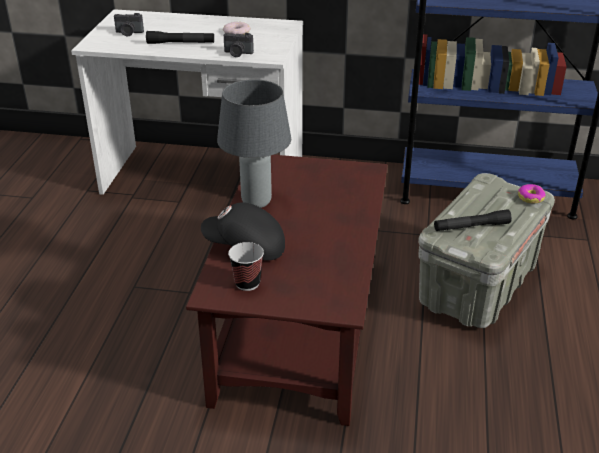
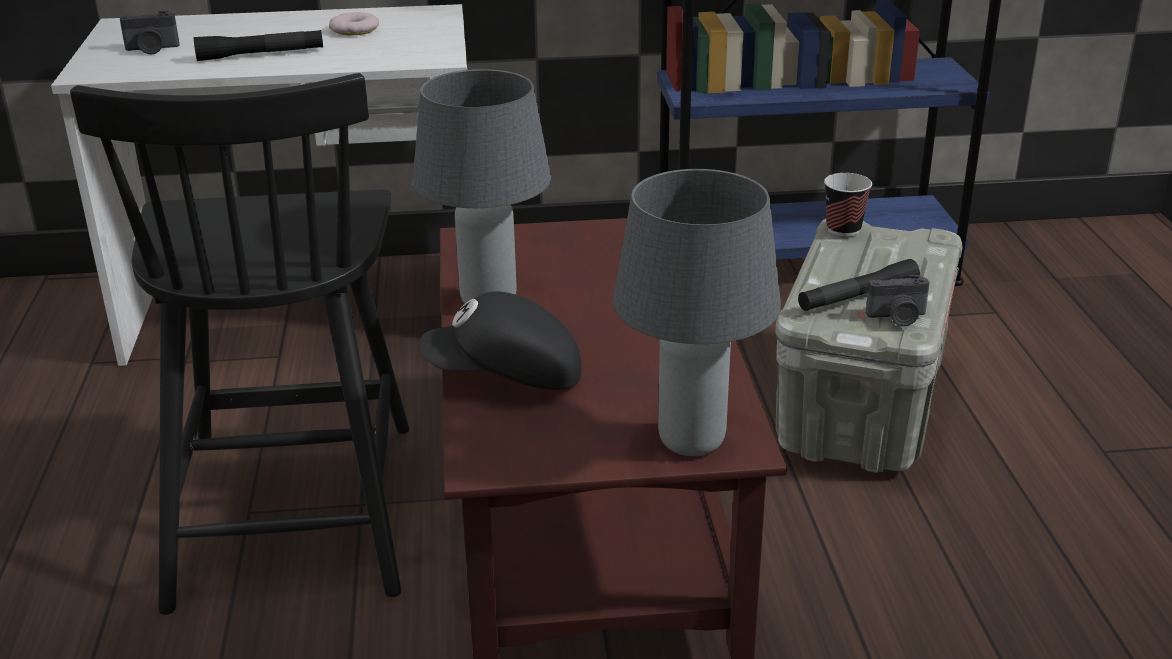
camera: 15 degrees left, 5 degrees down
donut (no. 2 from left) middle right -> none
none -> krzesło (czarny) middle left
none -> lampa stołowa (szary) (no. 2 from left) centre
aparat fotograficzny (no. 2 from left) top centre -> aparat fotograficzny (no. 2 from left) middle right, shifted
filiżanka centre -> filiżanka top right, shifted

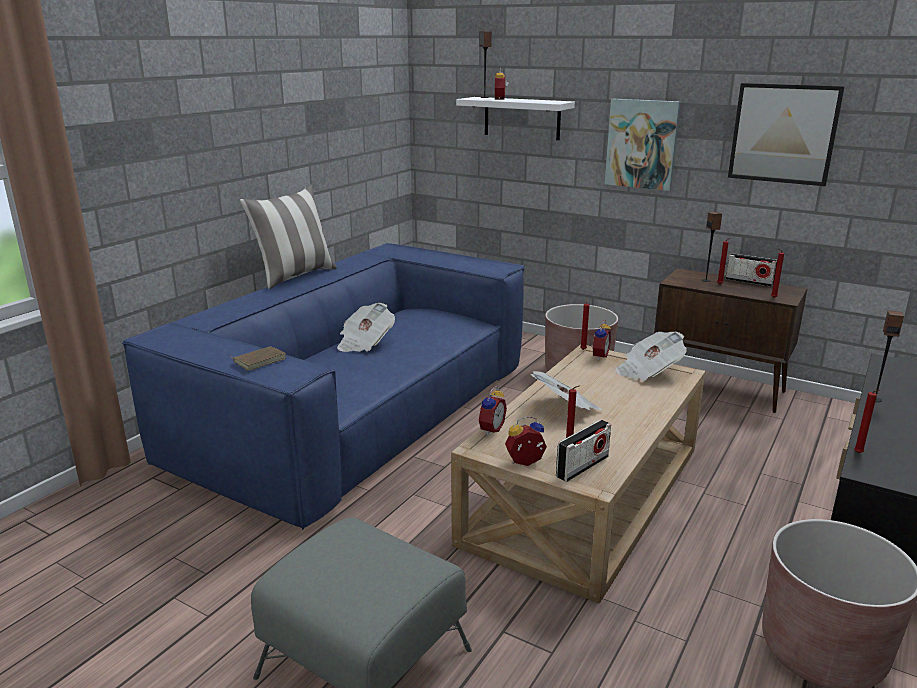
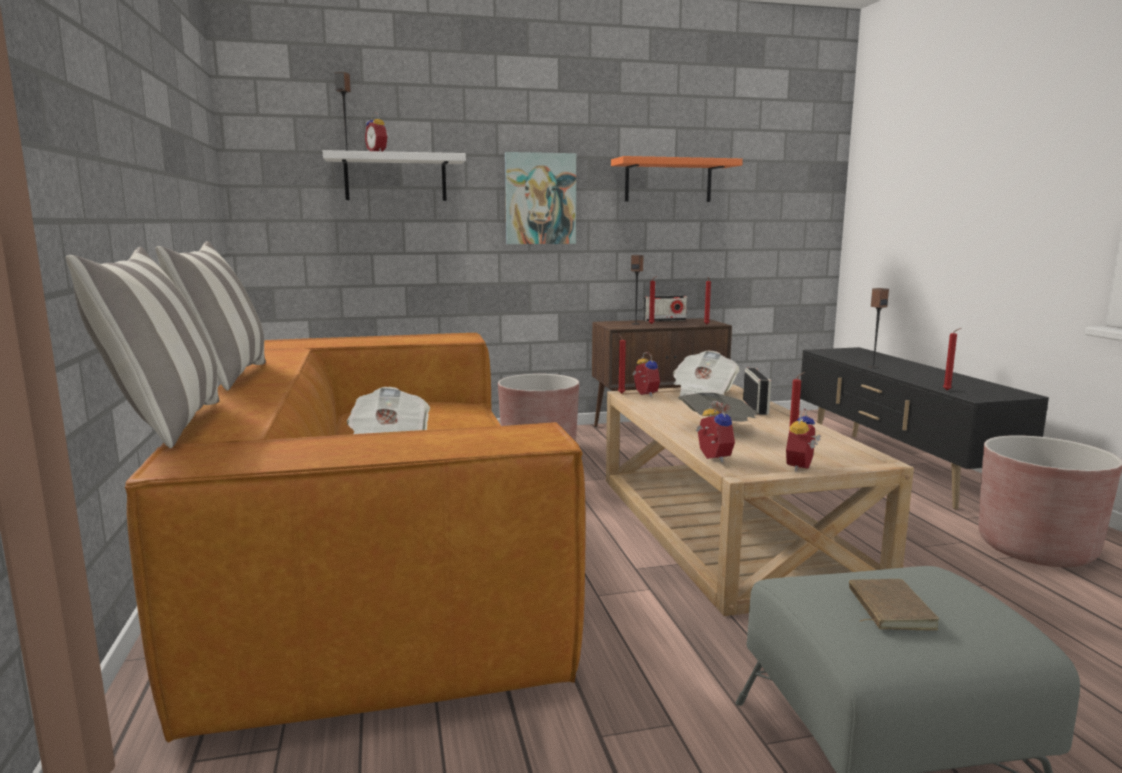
camera: 45 degrees left, 10 degrees down
none -> poduszka (no. 1 from left) middle left
książka (brązowy) middle left -> książka (brązowy) bottom right, shifted
radio (no. 1 from left in the first image) centre -> radio (no. 2 from left) middle right, shifted
obraz (no. 2 from left) top right -> półka (pomarańczowy) top centre
kanapa (niebieski) centre -> kanapa (brązowy) bottom left

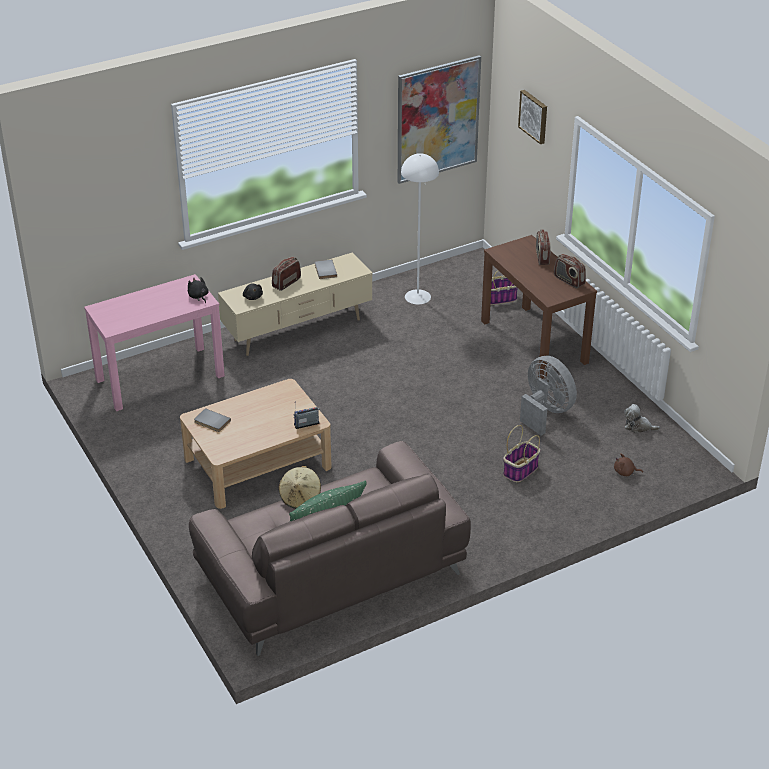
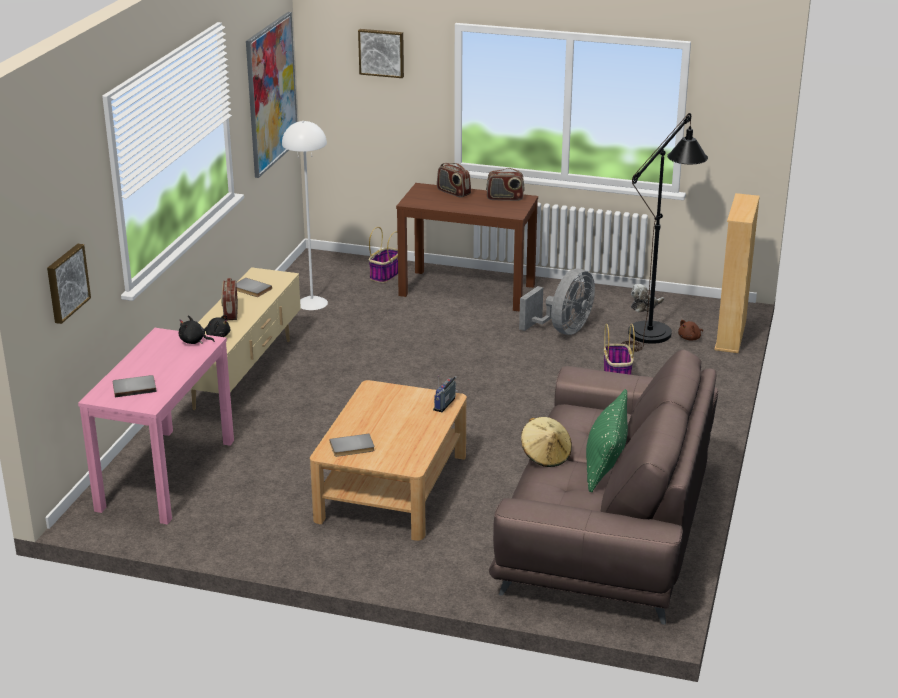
camera: 45 degrees left, 10 degrees down
none -> obraz (no. 1 from left) middle left
none -> książka (szary) (no. 1 from left) middle left
none -> lampa stojąca (czarny) top right
none -> regał (beżowy) middle right
wentylator (szary) middle right -> wentylator (szary) centre, 120 degrees clockwise

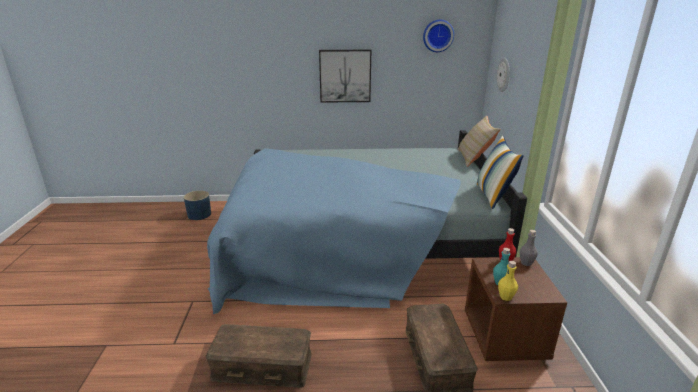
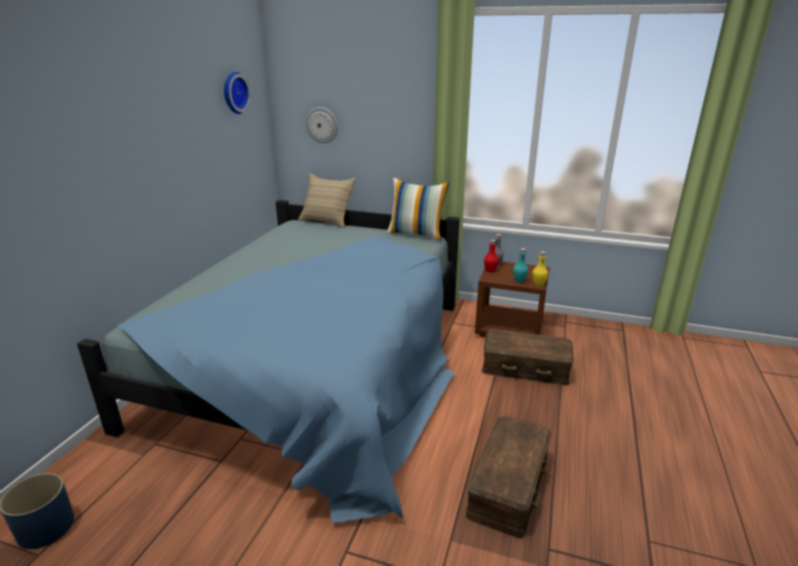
camera: 70 degrees left, 0 degrees up
obraz top centre -> none

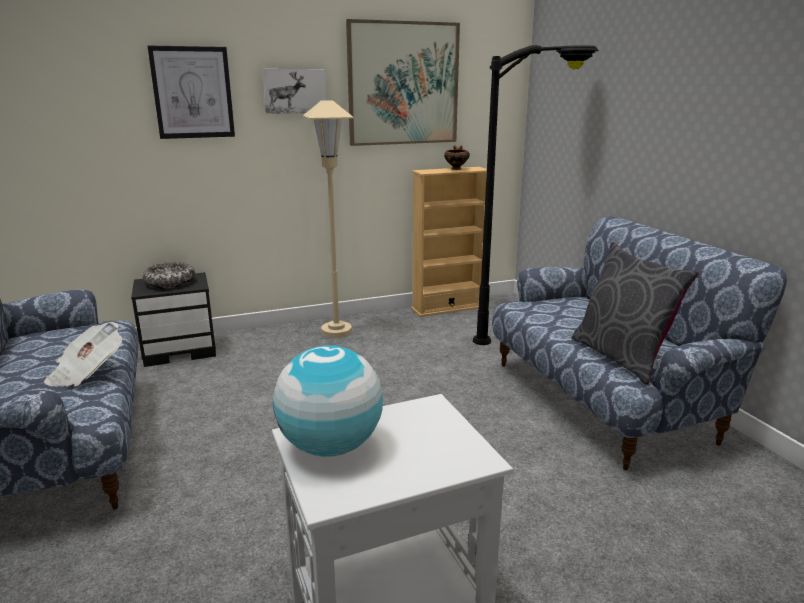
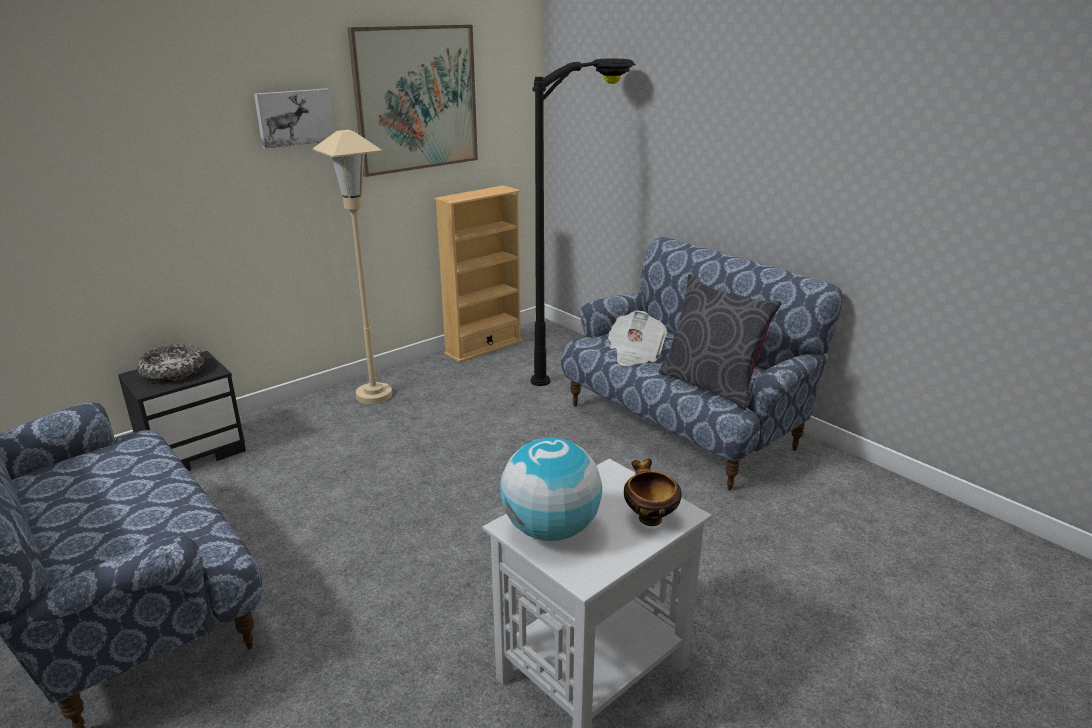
camera: 20 degrees left, 5 degrees up
obraz (no. 1 from left) top left -> none
gazeta middle left -> gazeta centre, shifted
miska (no. 2 from left) top centre -> miska (no. 2 from left) bottom centre, shifted

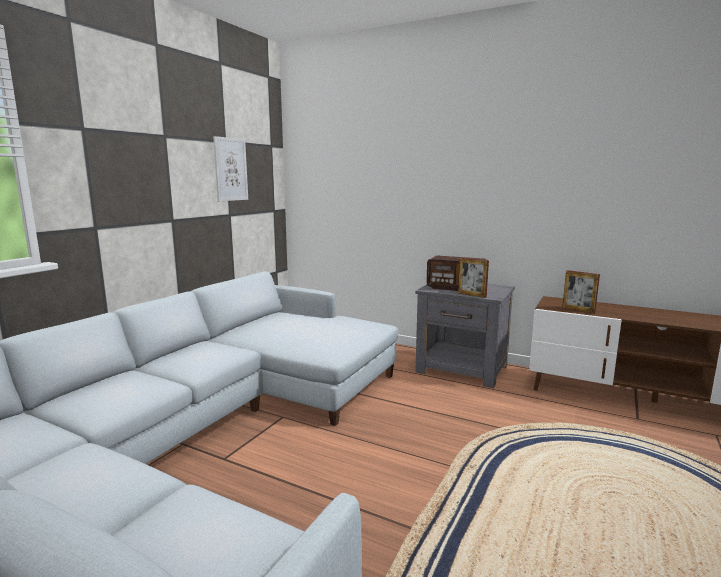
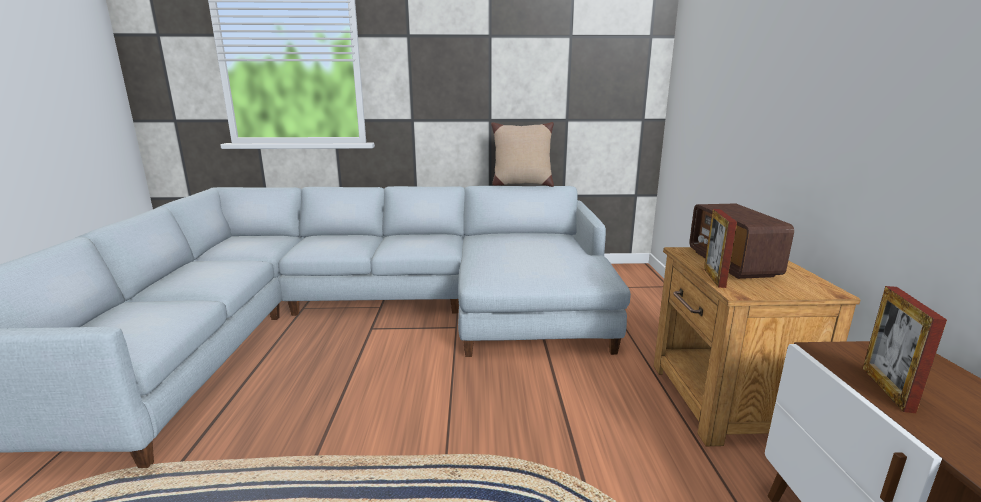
camera: 60 degrees right, 5 degrees up
obraz top left -> none
none -> poduszka (beżowy) top centre
szafka nocna (szary) centre -> szafka nocna (brązowy) bottom right

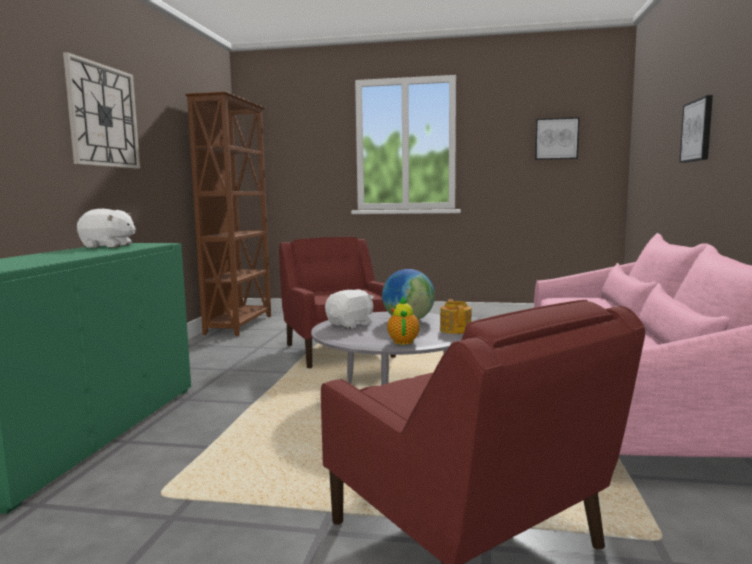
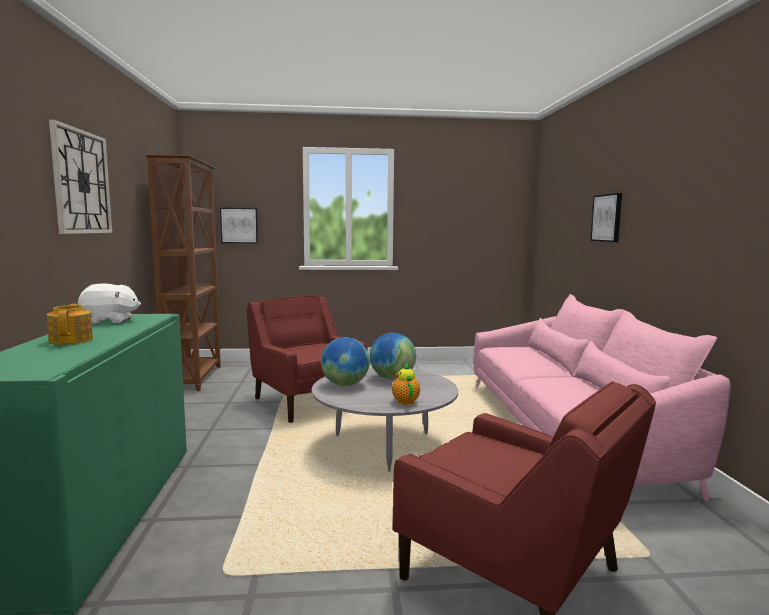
camera: 15 degrees left, 0 degrees up
imbryk (no. 2 from left in the first image) centre -> imbryk (no. 1 from left) middle left, shifted
obraz (no. 1 from left) top right -> obraz (no. 1 from left) middle left, shifted
pluszak (biały) (no. 2 from left) centre -> globus (no. 1 from left) centre

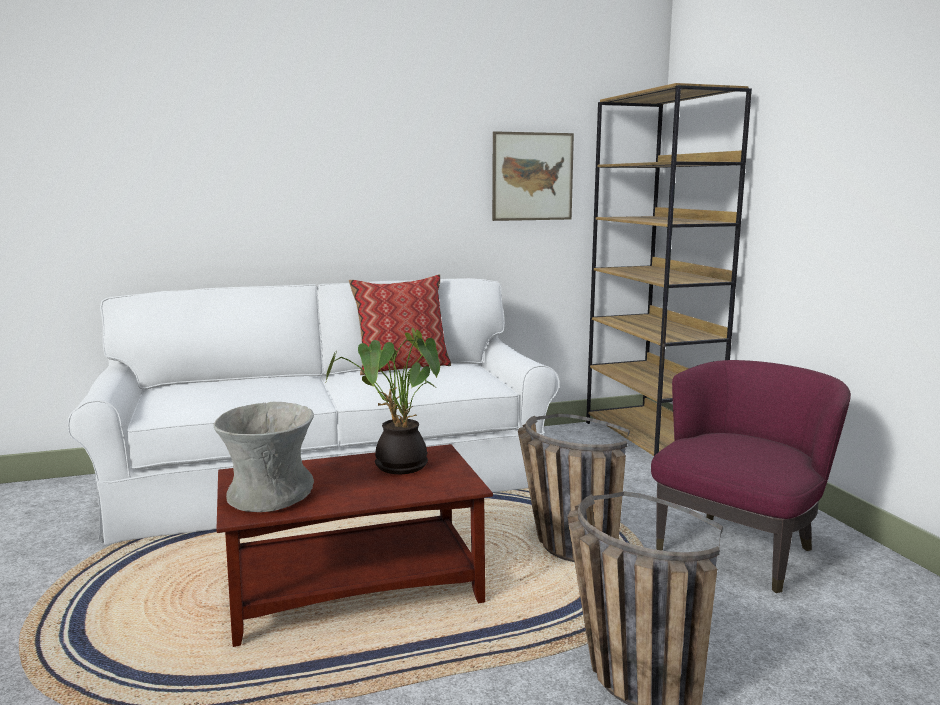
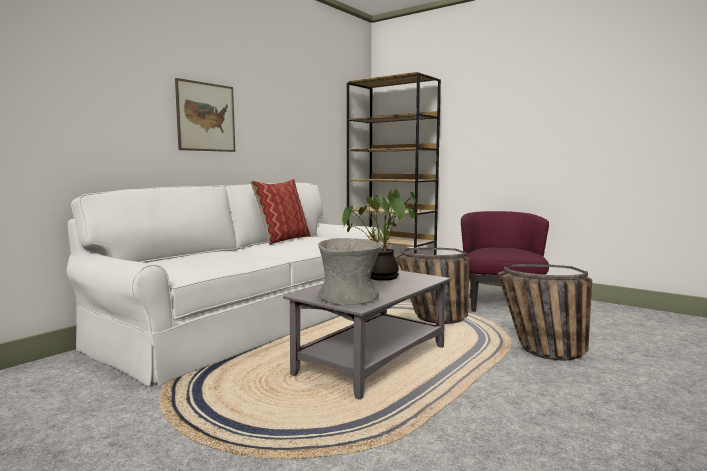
camera: 35 degrees left, 5 degrees down
obraz top centre -> obraz top left, shifted
ława (brązowy) bottom centre -> ława (szary) bottom centre

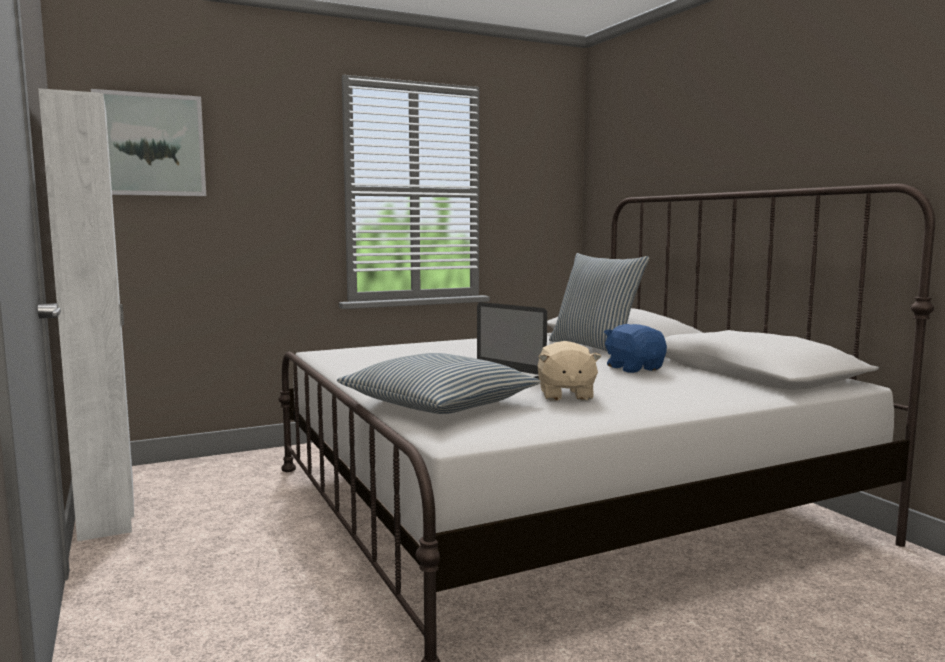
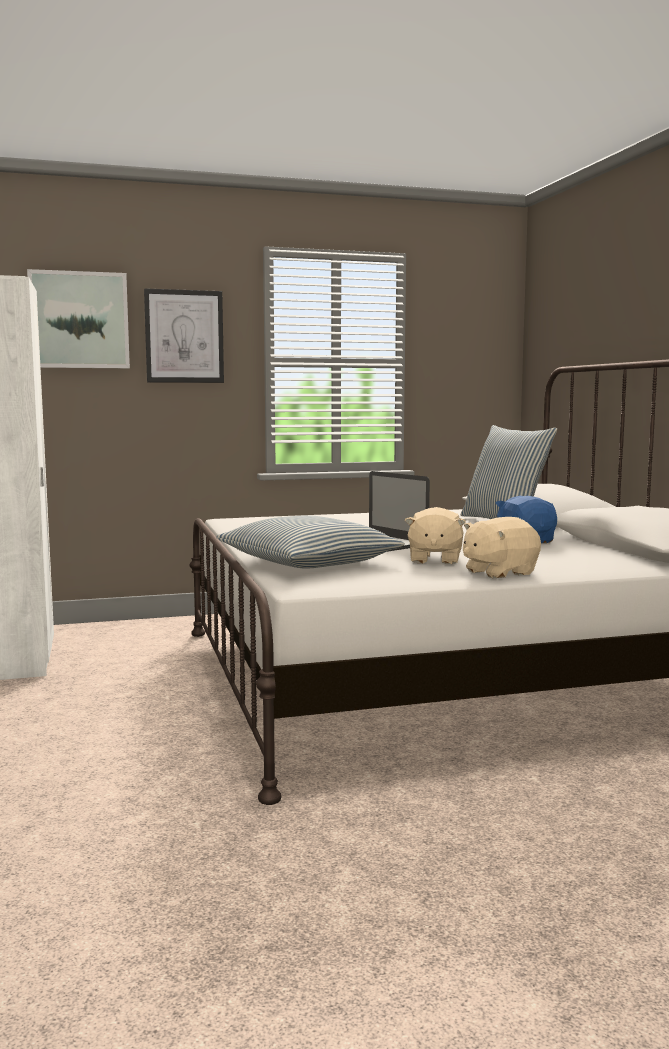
camera: 10 degrees right, 0 degrees up
none -> obraz (no. 2 from left) top left
none -> pluszak (beżowy) (no. 2 from left) middle right

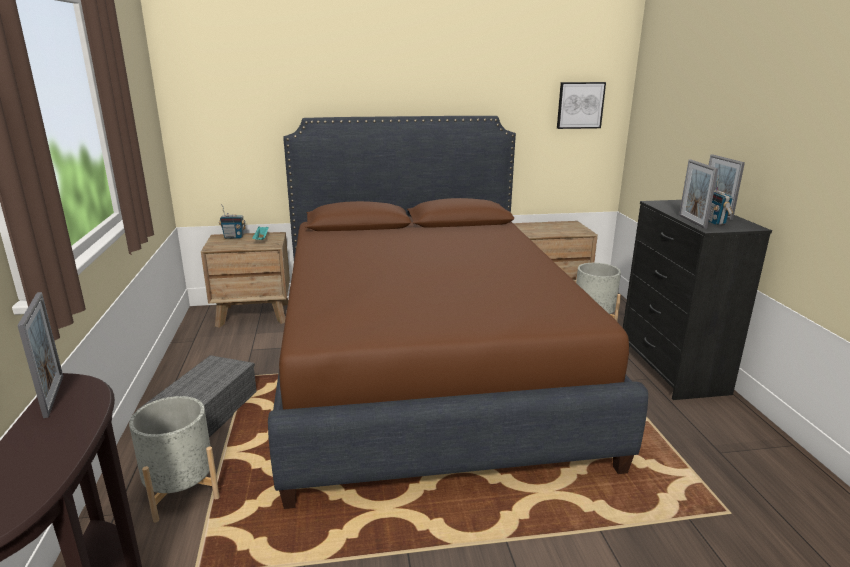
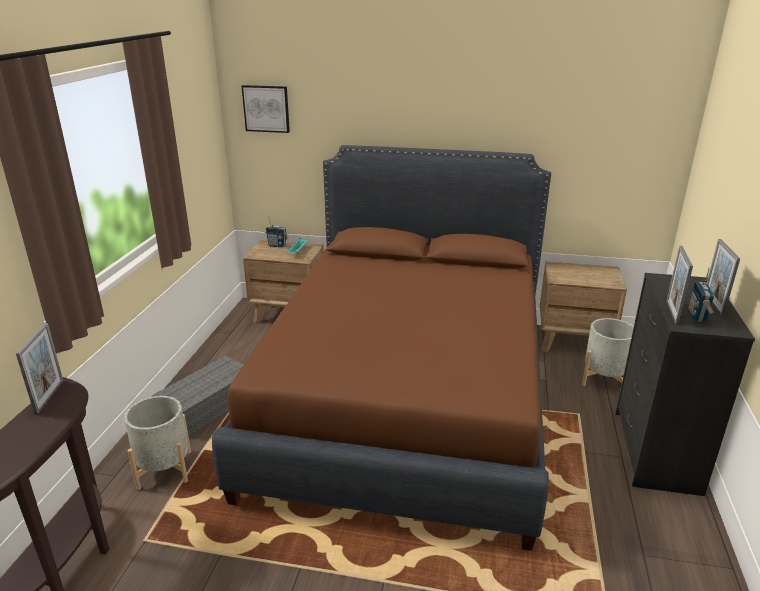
camera: 20 degrees right, 5 degrees up
obraz top right -> obraz top centre, shifted

